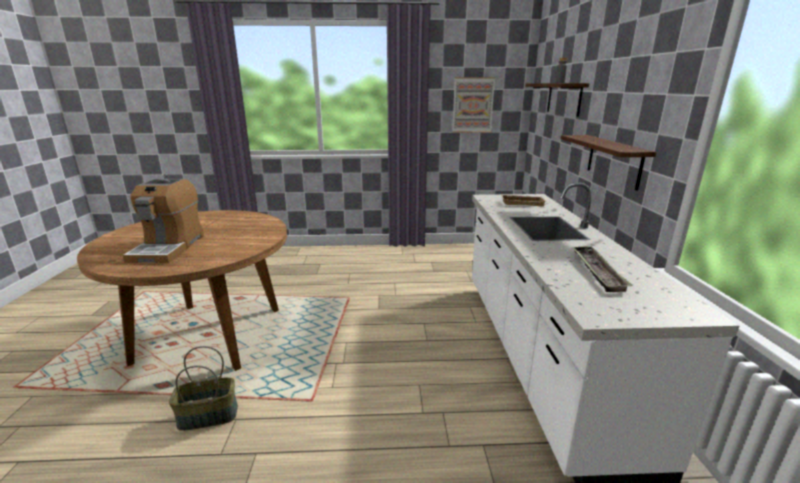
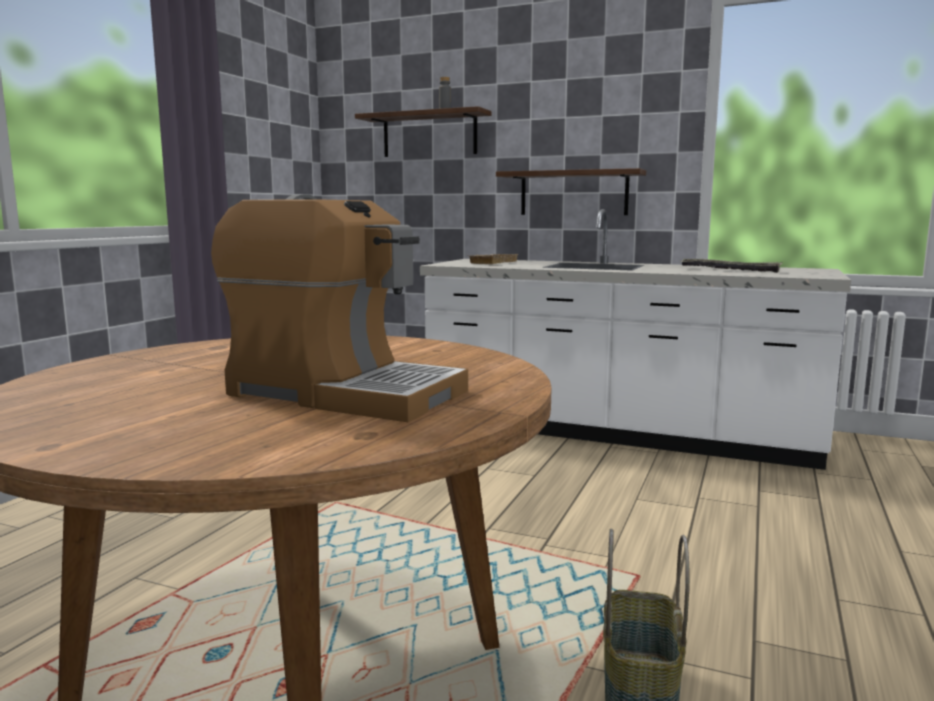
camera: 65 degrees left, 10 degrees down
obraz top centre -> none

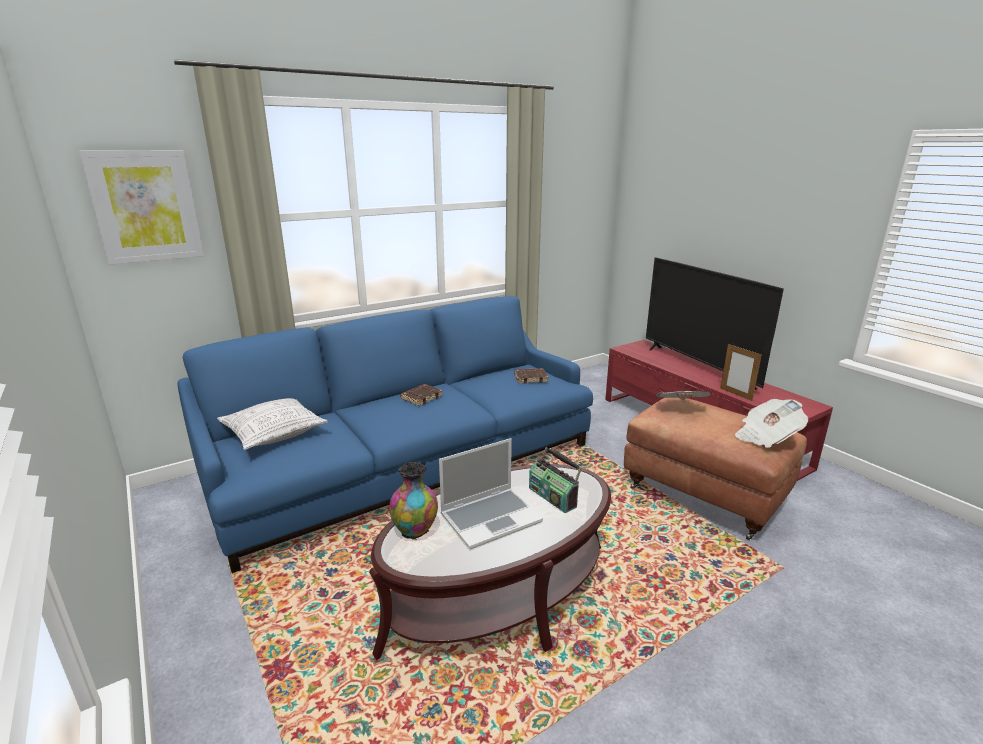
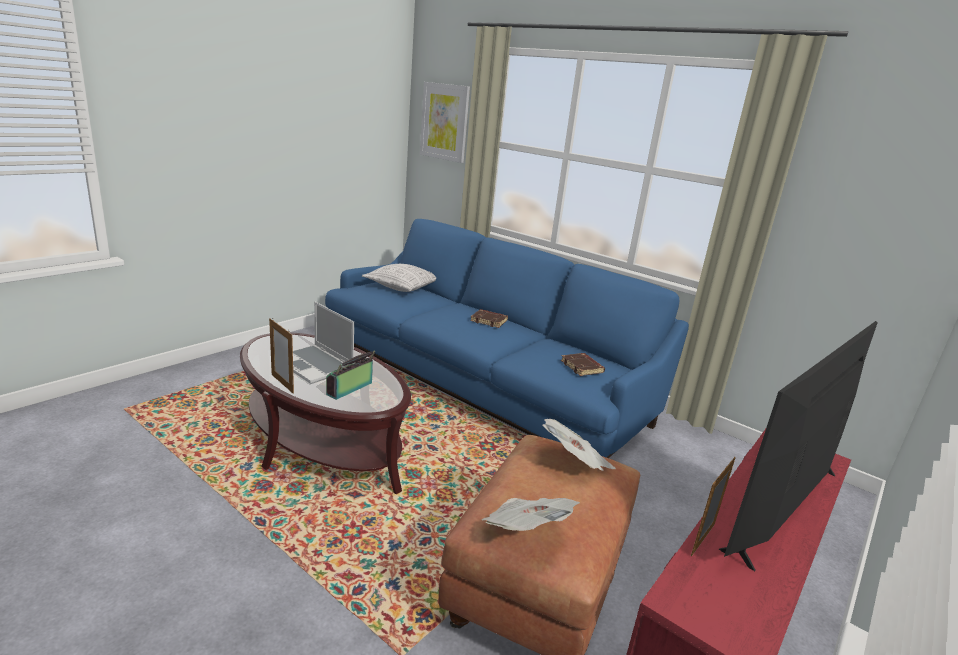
camera: 70 degrees right, 0 degrees up
wazon bottom centre -> none
none -> ramka na zdjęcie (no. 1 from left) middle left

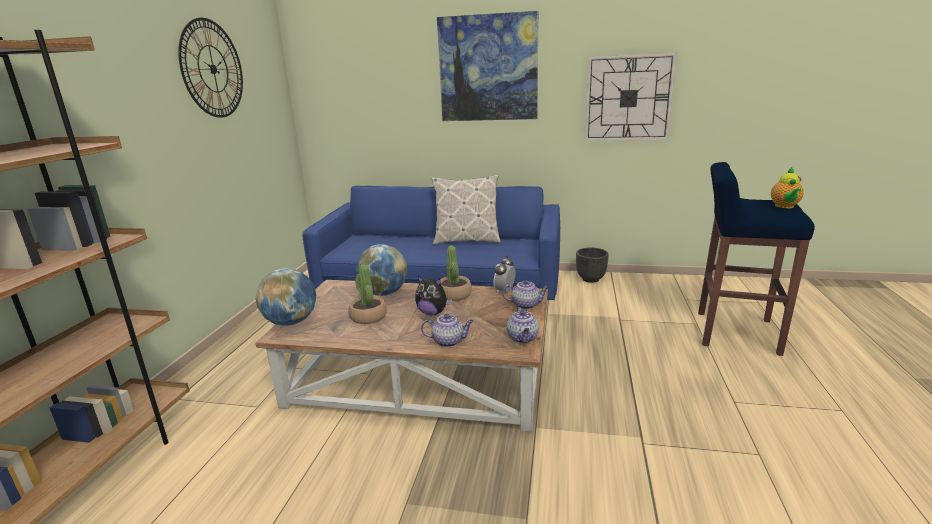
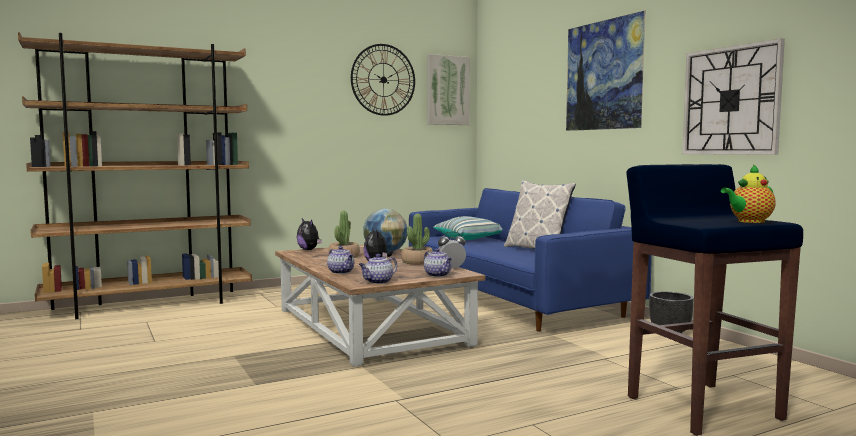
camera: 50 degrees right, 15 degrees down
none -> obraz (no. 1 from left) top centre
none -> poduszka (no. 1 from left) centre
globus (no. 1 from left) middle left -> pluszak (no. 1 from left) centre

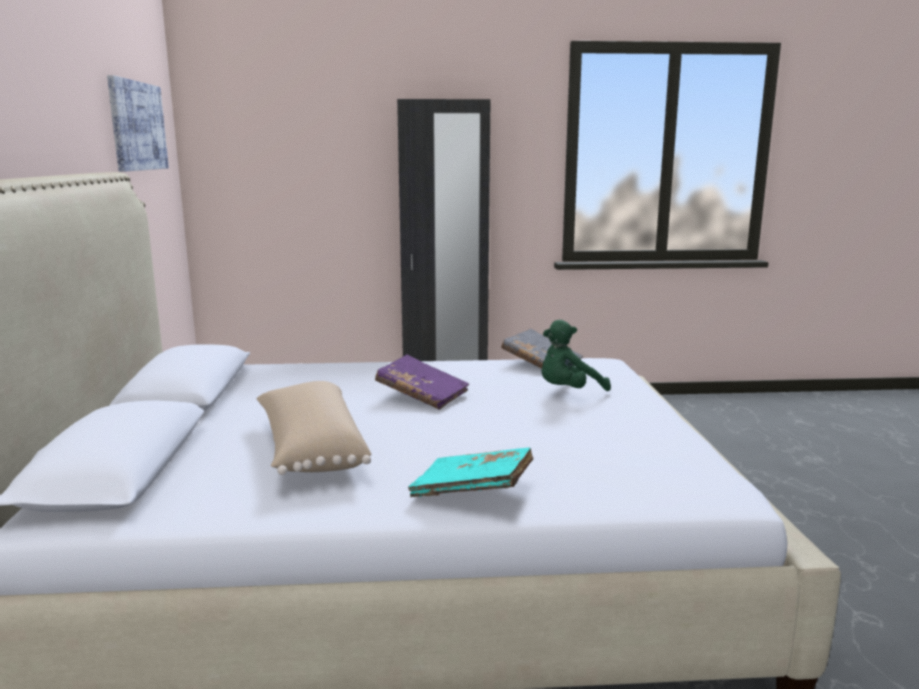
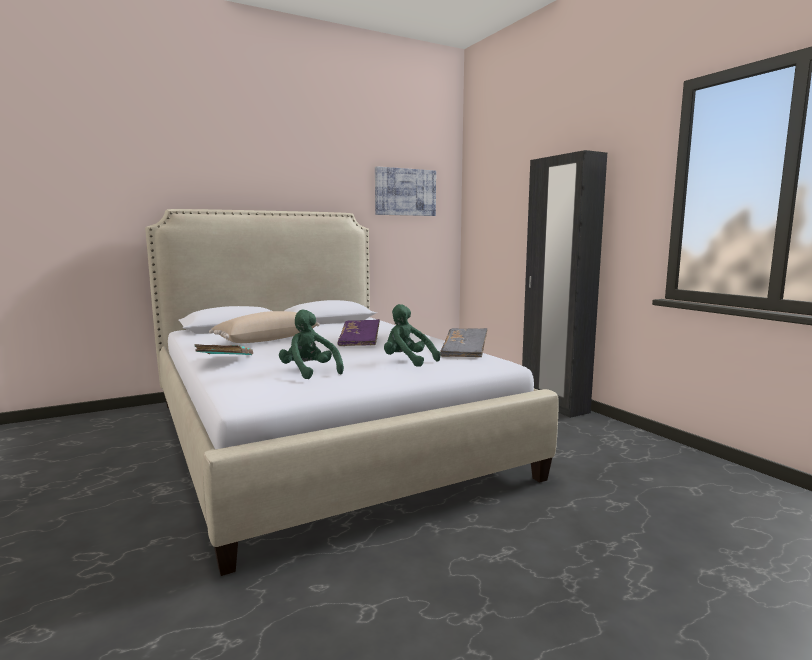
camera: 65 degrees right, 5 degrees down
none -> pluszak (zielony) (no. 1 from left) centre

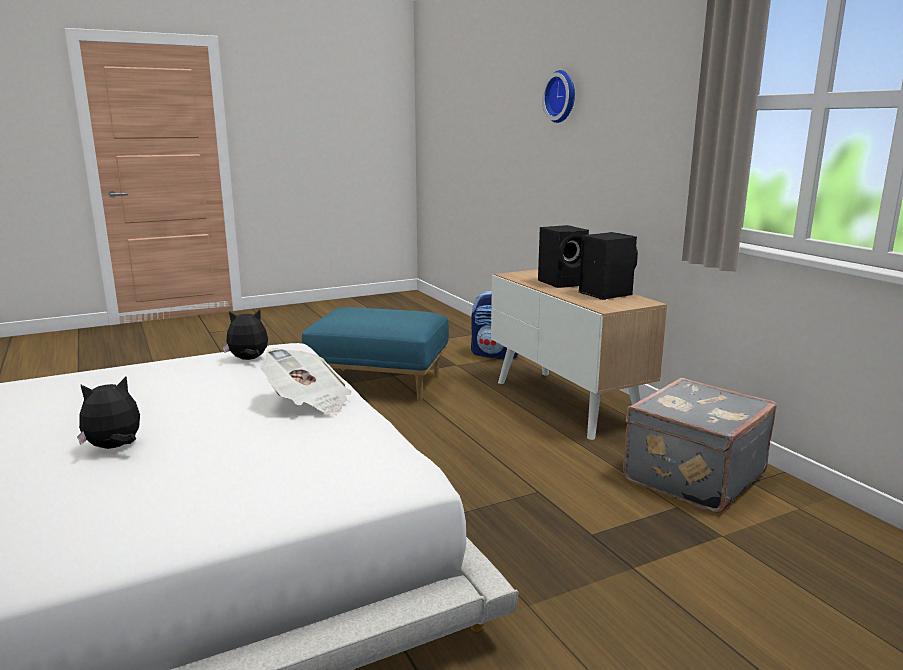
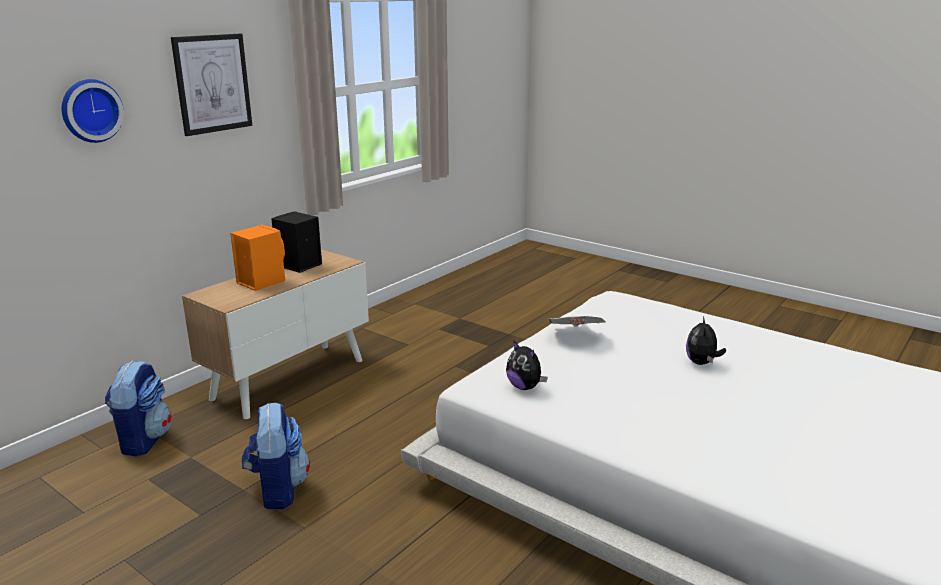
camera: 115 degrees left, 5 degrees up
walizka (szary) middle right -> none
none -> obraz top left
pufa (niebieski) centre -> plecak (no. 2 from left) bottom left
głośnik (czarny) (no. 1 from left) centre -> głośnik (pomarańczowy) middle left
pluszak (no. 1 from left in the first image) middle left -> pluszak (no. 2 from left) middle right, 75 degrees clockwise

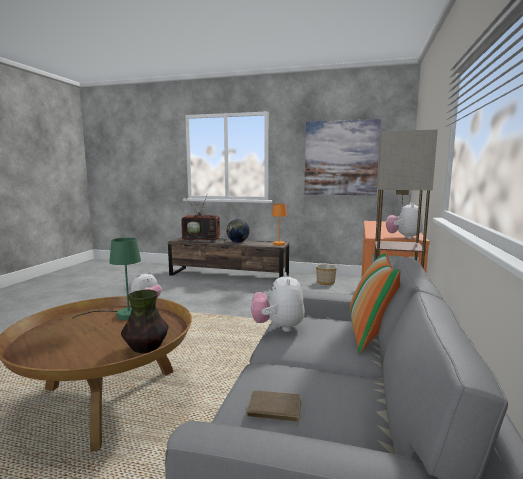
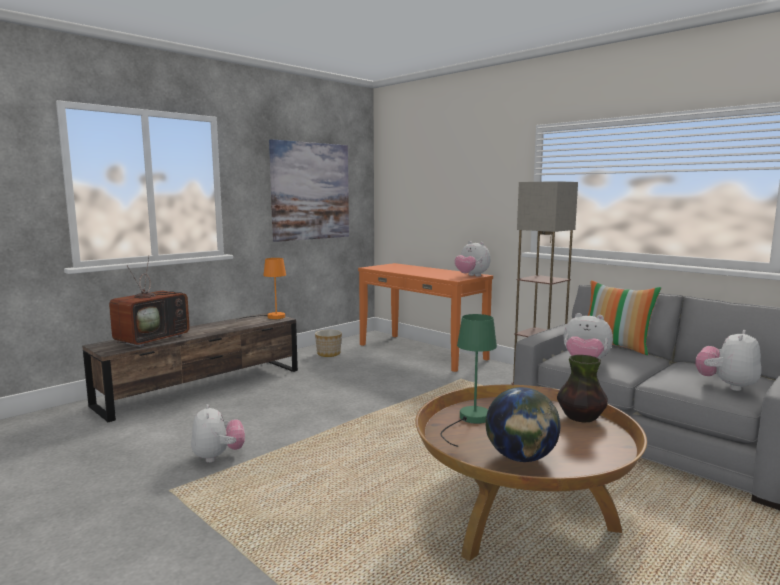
camera: 60 degrees left, 0 degrees up
globus centre -> globus bottom right, shifted
książka (brązowy) bottom centre -> pluszak (no. 4 from left) middle right

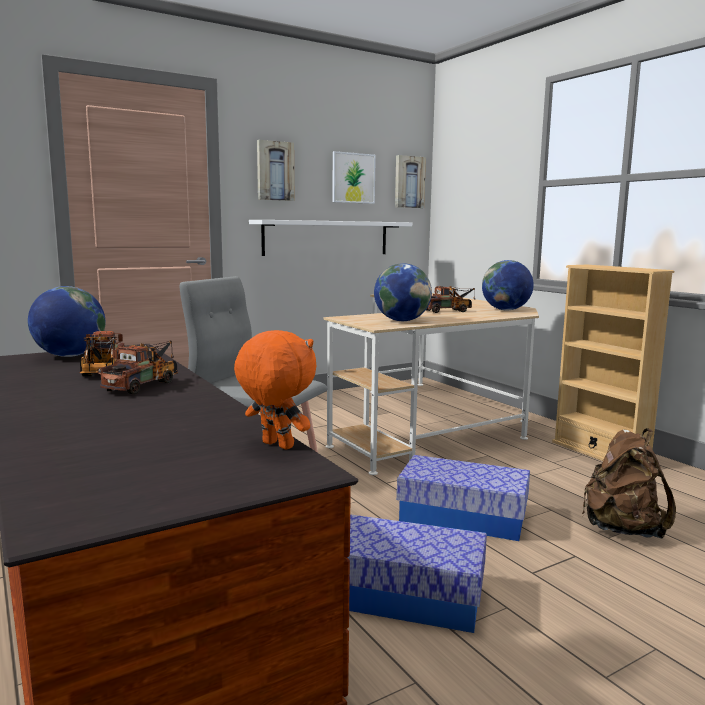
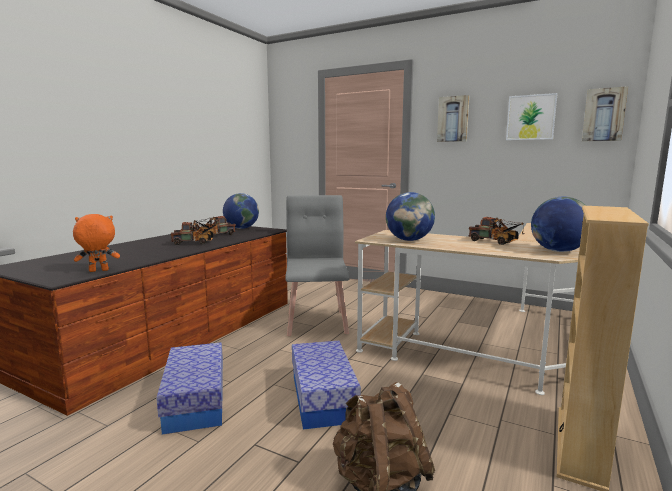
camera: 60 degrees right, 0 degrees up
półka (biały) centre -> none
pluszak (pomarańczowy) centre -> pluszak (pomarańczowy) middle left, 120 degrees counterclockwise

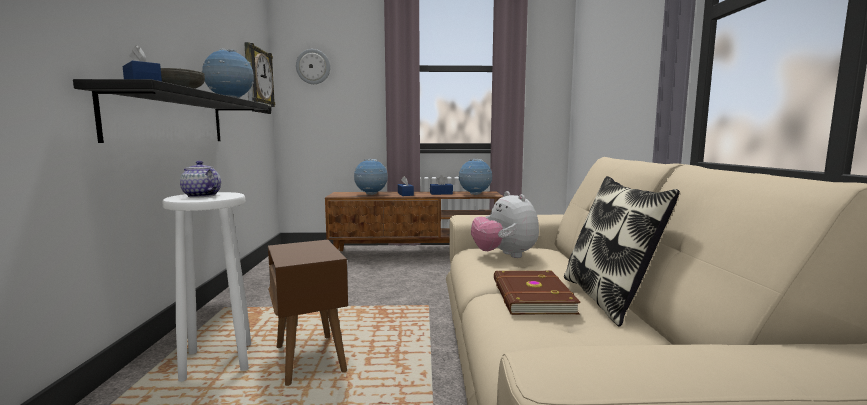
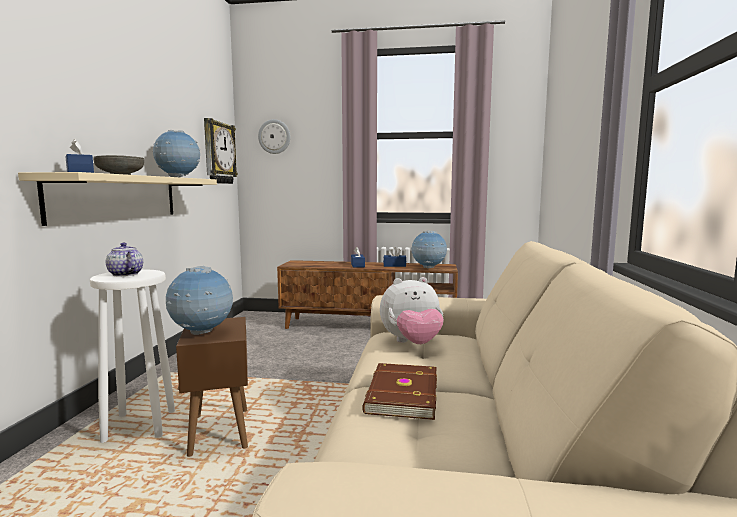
camera: 10 degrees right, 0 degrees up
poduszka middle right -> none
globus (no. 2 from left) centre -> globus (no. 2 from left) middle left, shifted
półka (czarny) top left -> półka (beżowy) middle left
pluszak centre, 90 degrees counterclockwise

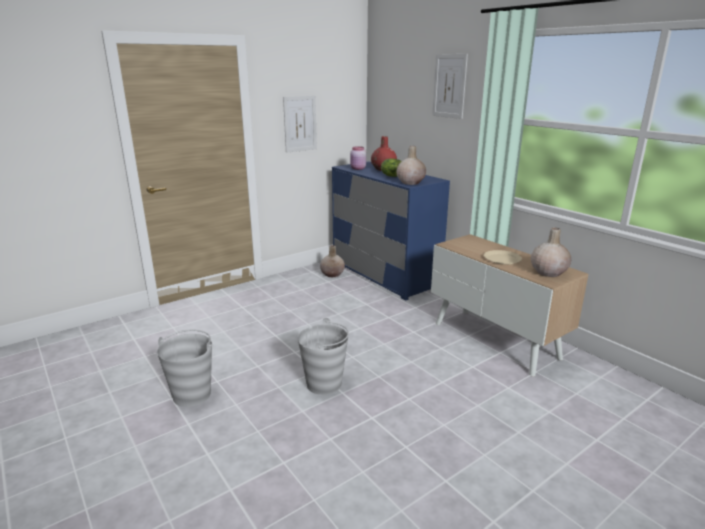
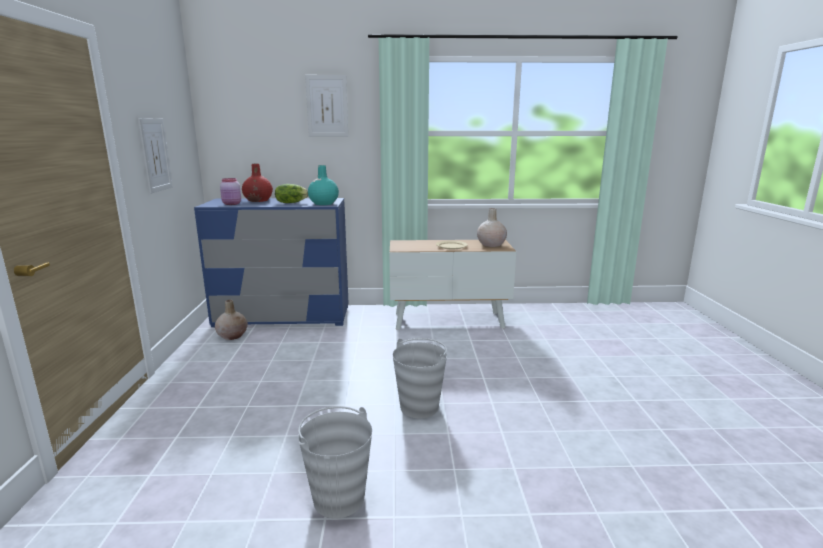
camera: 55 degrees left, 5 degrees down
wazon (beżowy) (no. 2 from left) top centre -> wazon (turkusowy) centre

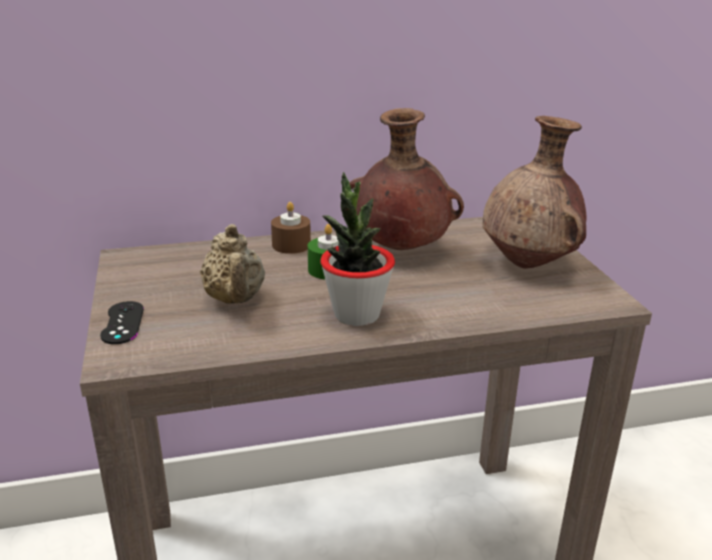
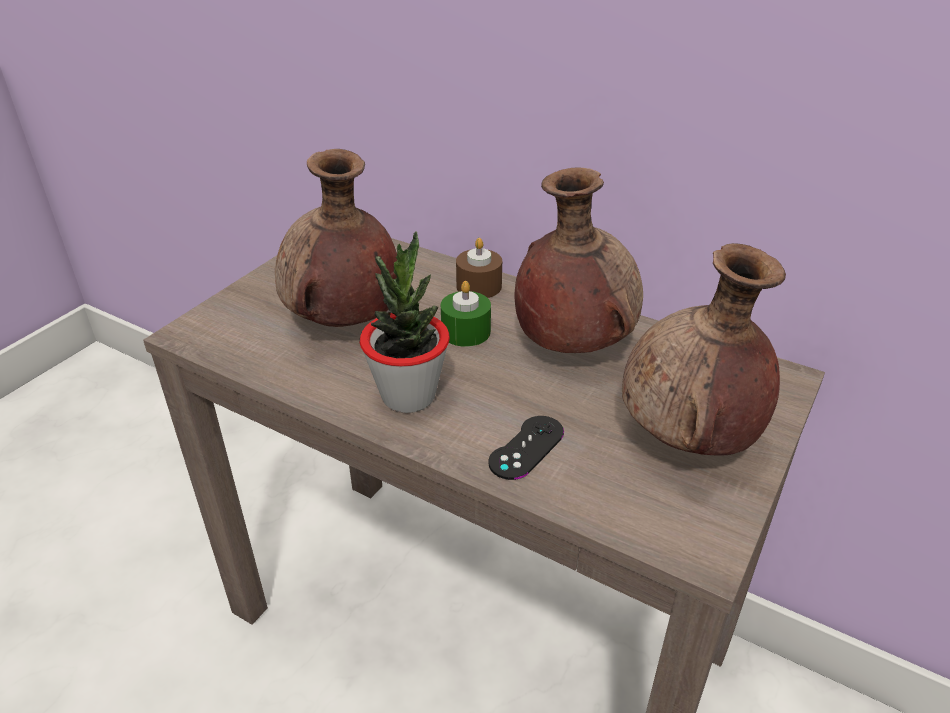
camera: 45 degrees right, 10 degrees up
pad do gier (czarny) middle left -> pad do gier (czarny) centre, shifted
imbryk (beżowy) middle left -> wazon (brązowy) (no. 1 from left) centre

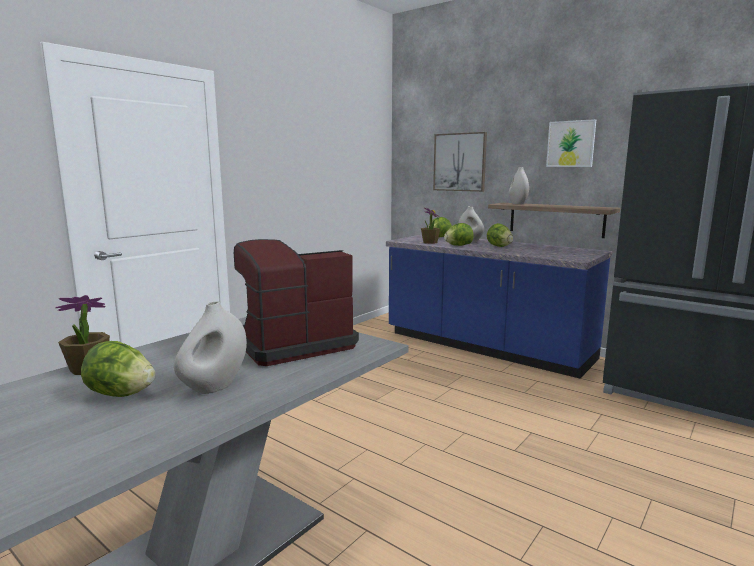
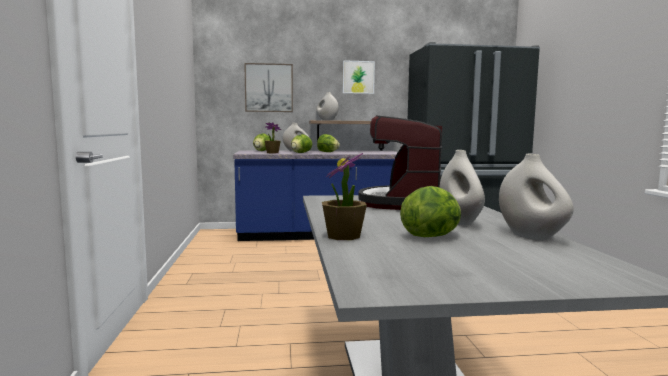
camera: 45 degrees left, 5 degrees down
none -> wazon (biały) (no. 4 from left) middle right

